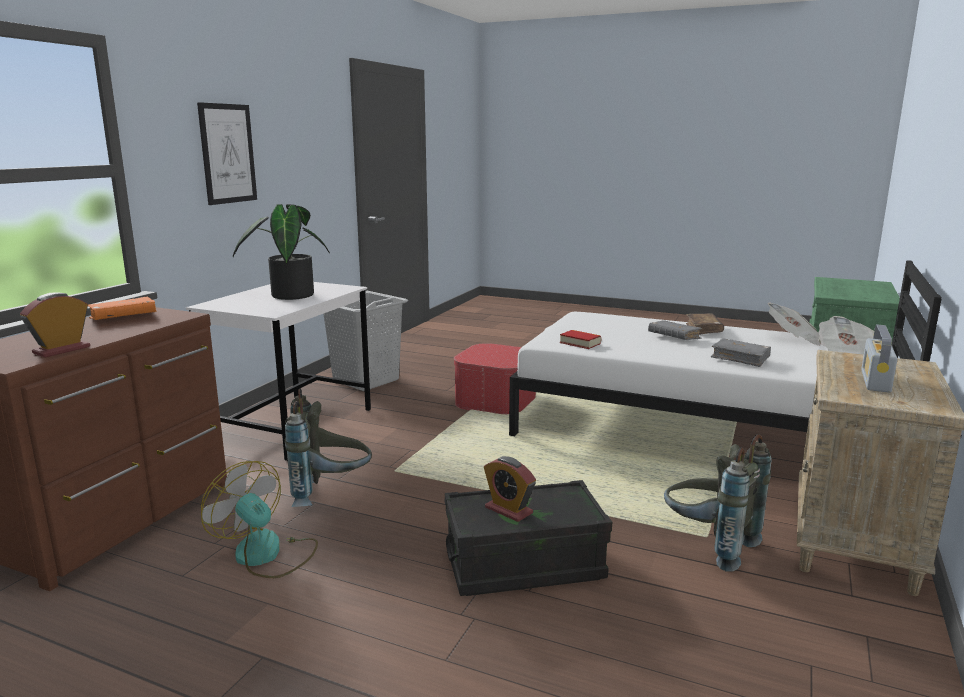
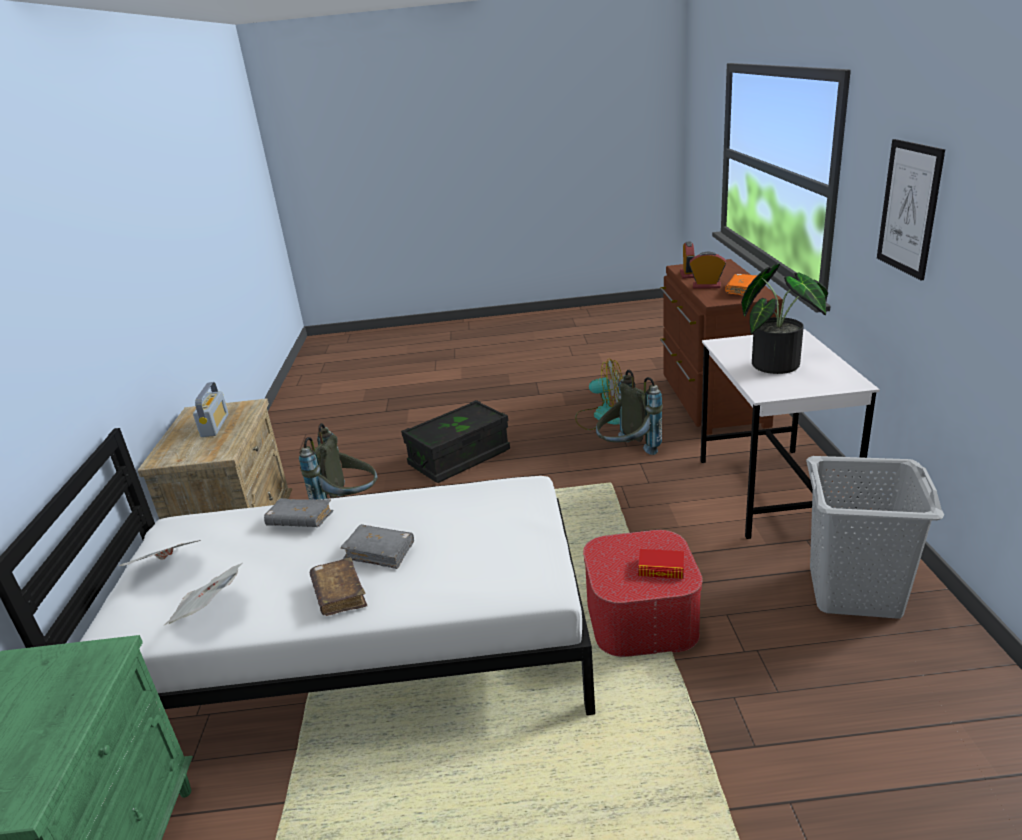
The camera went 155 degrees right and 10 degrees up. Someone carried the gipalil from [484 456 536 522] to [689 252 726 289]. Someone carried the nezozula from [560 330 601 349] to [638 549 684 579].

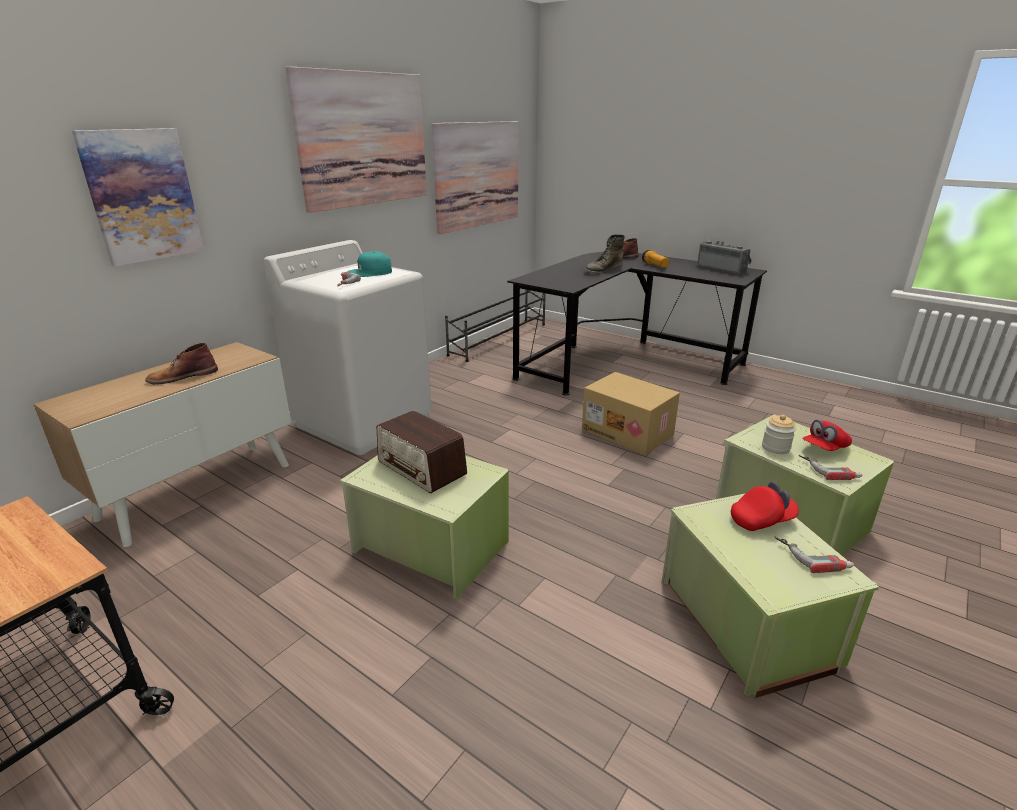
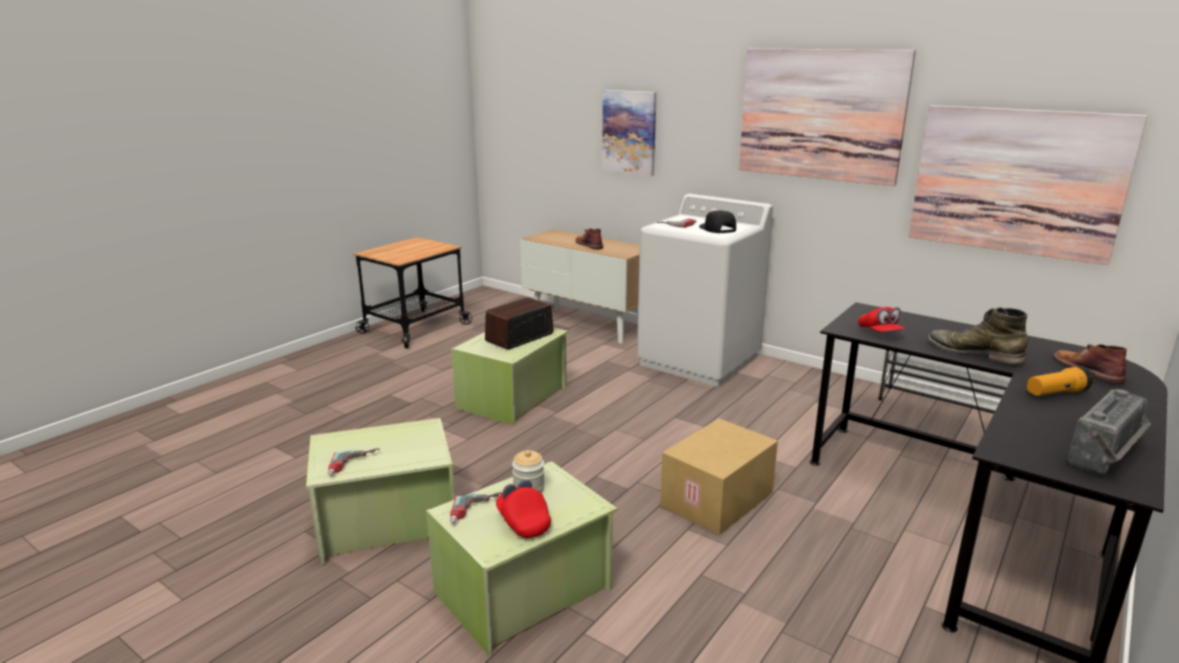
The camera went 90 degrees right and 5 degrees down. Someone repainted the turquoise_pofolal at [347 251 392 277], which became the black_pofolal at [699 211 736 233]. Someone carried the red_pofolal from [731 481 799 531] to [858 307 906 332].

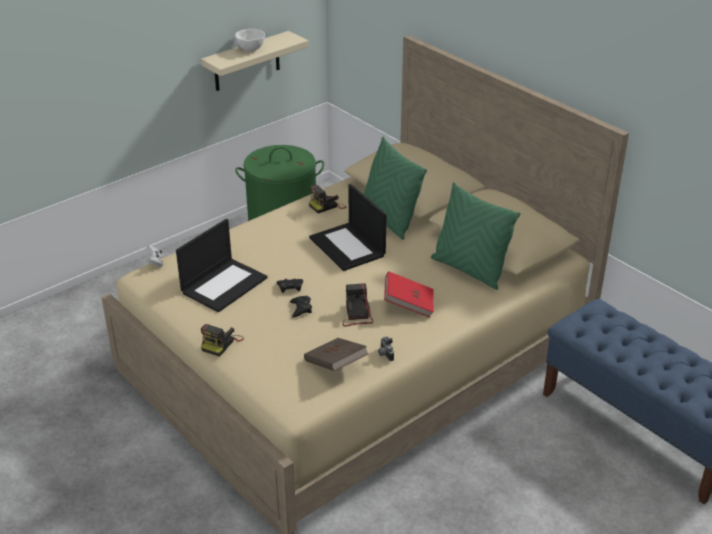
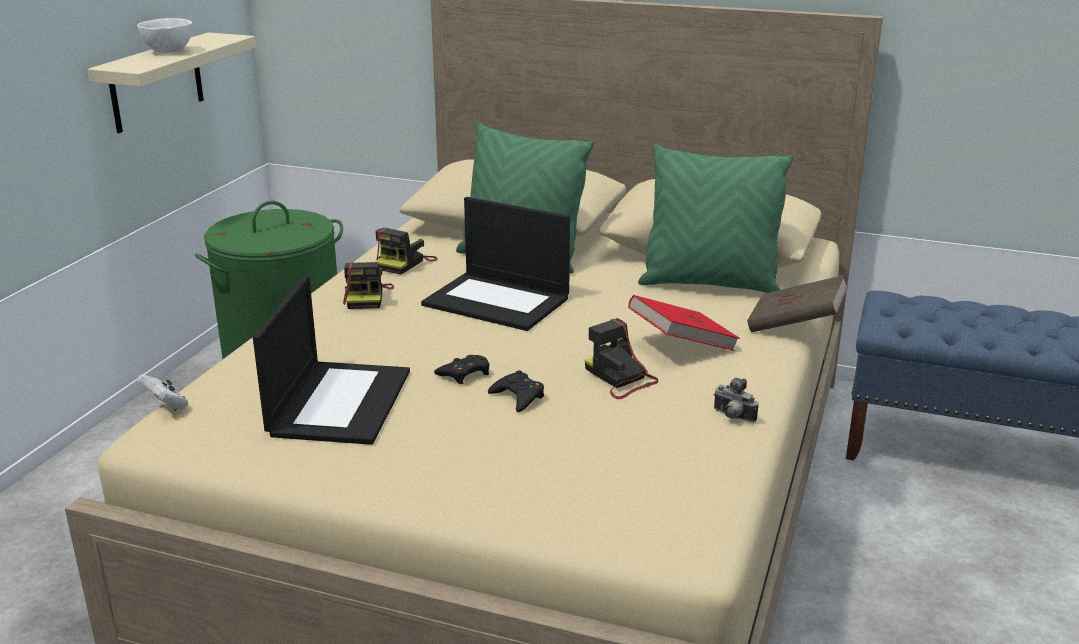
The camera went 30 degrees left and 10 degrees down. Someone carried the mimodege from [201 324 244 356] to [343 262 394 309]. Someone carried the brown_nezozula from [304 338 369 371] to [747 275 848 332].

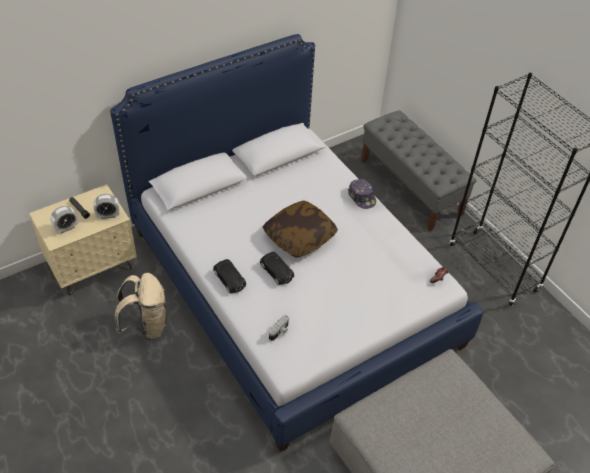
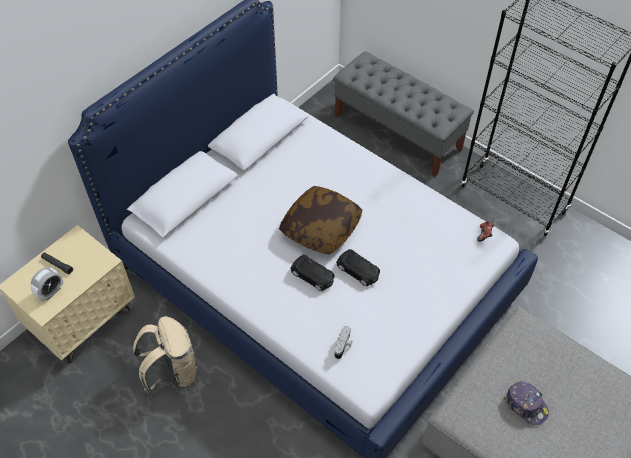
The camera went 15 degrees left and 5 degrees up. Someone took away the gipalil at [94 194 119 219]. Someone carried the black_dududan from [213 259 246 293] to [337 249 380 286]. Someone carried the pofolal from [348 179 376 209] to [504 381 549 425].

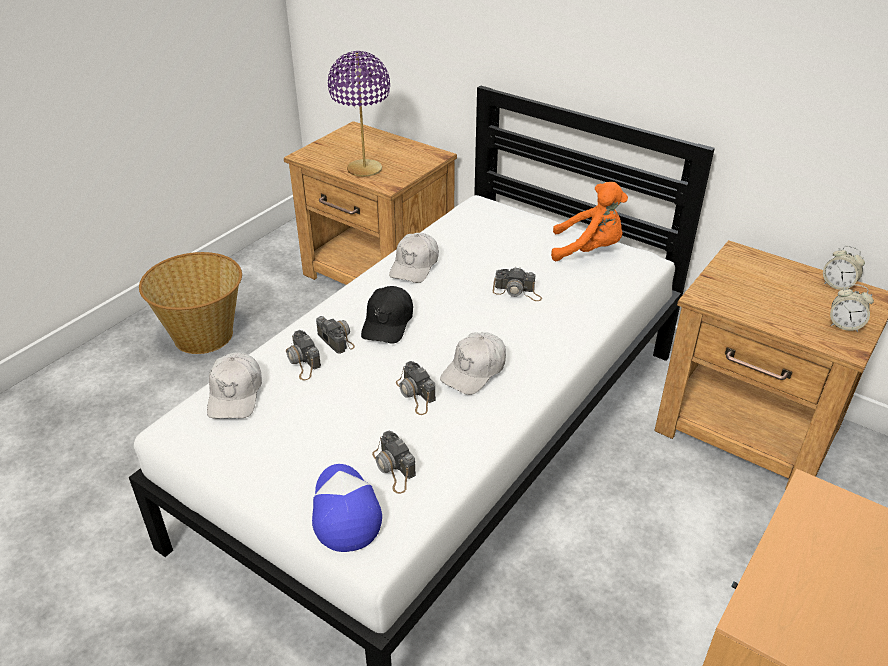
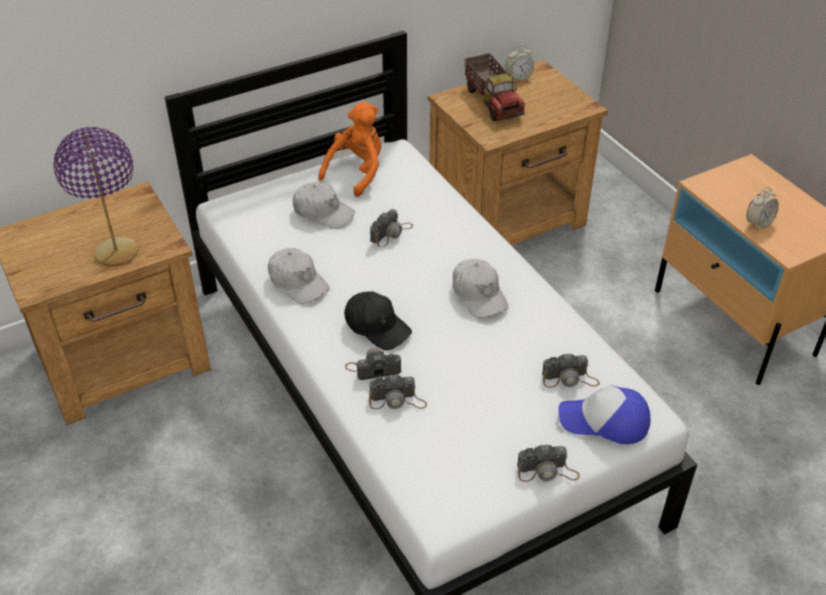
The camera went 65 degrees left and 5 degrees up. Someone took away the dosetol at [139 252 242 354]. Someone carried the white_pofolal from [207 352 262 418] to [293 182 355 229]. Someone carried the mimodege from [396 361 436 415] to [517 445 580 482]. Someone carried the gipalil from [830 284 874 332] to [747 187 779 230]. Someone put down the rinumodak at [465 53 525 121].

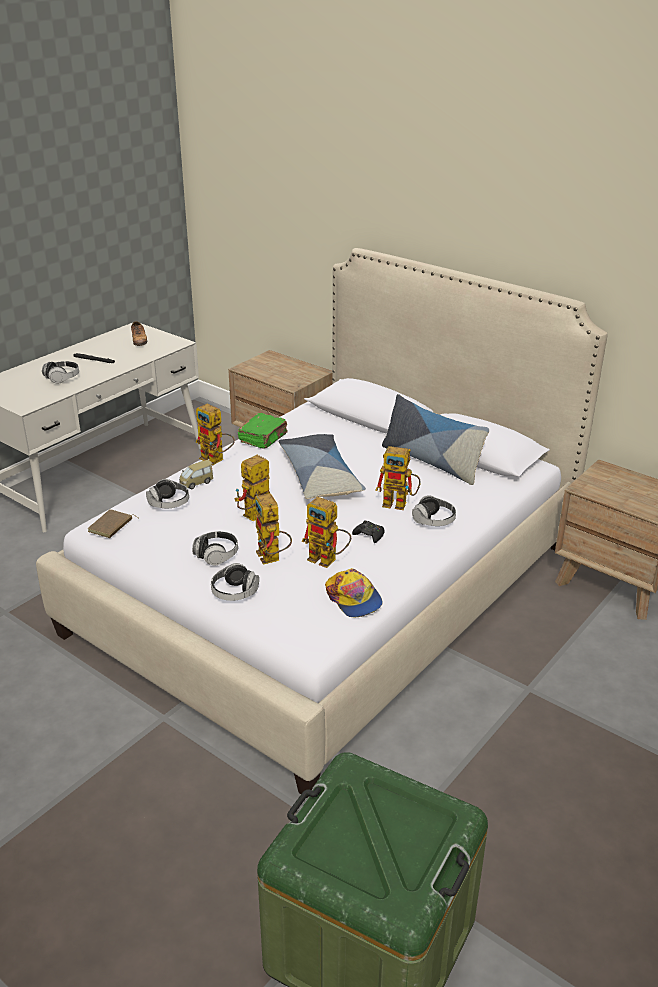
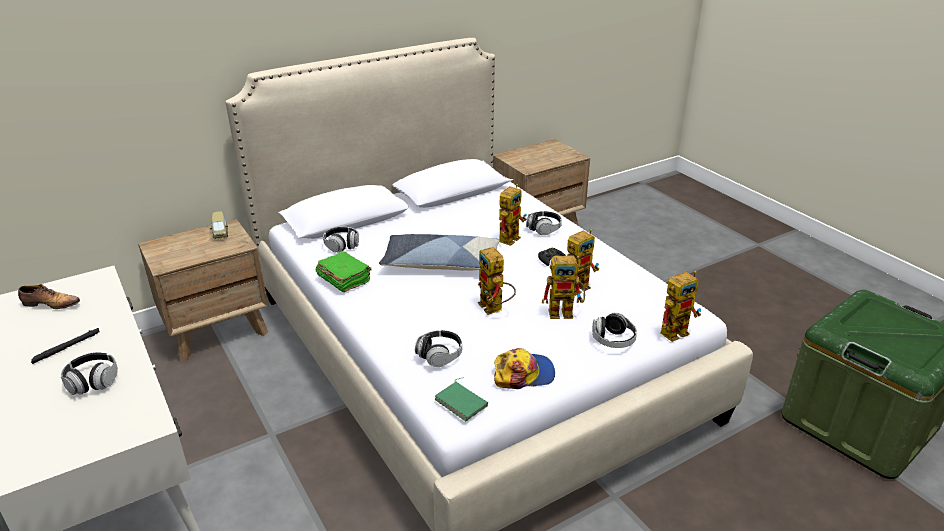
The camera went 70 degrees left and 0 degrees up. Someone repainted the brown_nezozula at [88 509 138 538], which became the green_nezozula at [435 377 488 421]. Someone carried the dududan from [179 460 213 489] to [210 211 228 240]. Someone carried the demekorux from [192 531 238 566] to [323 227 359 252]. Someone carried the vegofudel from [196 404 235 465] to [660 271 701 342]. Someone carried the pofolal from [325 568 383 618] to [494 348 555 389]. Someone took away the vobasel at [382 394 489 485].

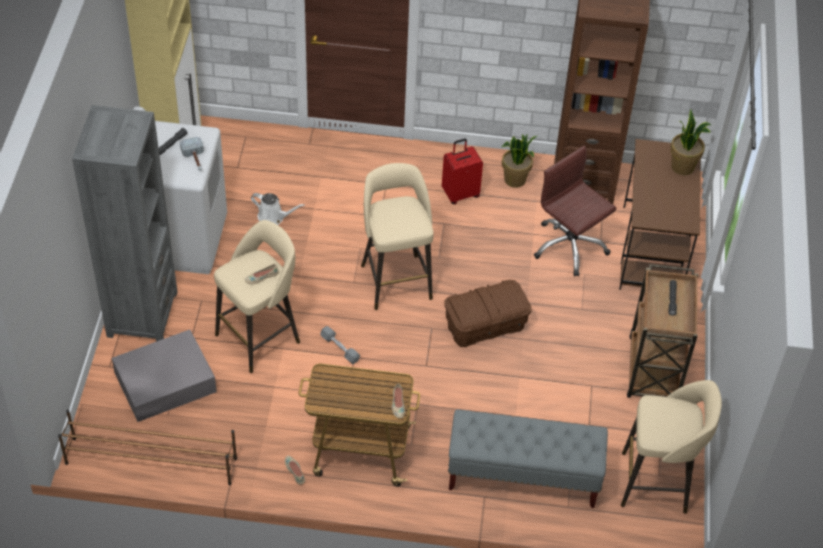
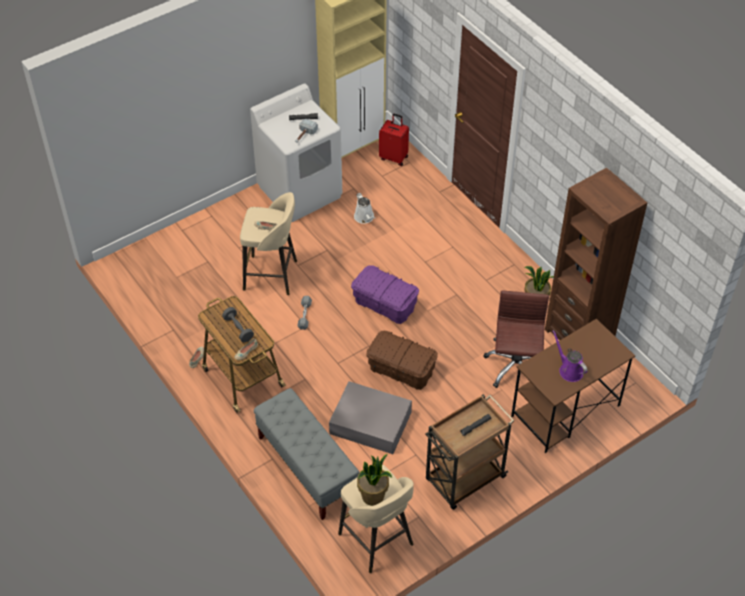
The camera went 50 degrees right and 0 degrees up. Someone took away the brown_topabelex at [58 409 237 485]. Someone took away the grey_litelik at [72 105 177 342]. Someone carried the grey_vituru from [112 330 217 422] to [329 381 412 454]. Someone swapped the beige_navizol at [361 163 434 310] for the purple_vituru at [351 265 419 324]. Someone carried the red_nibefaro from [442 138 483 204] to [379 114 409 166]. Someone carried the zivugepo from [670 110 711 175] to [357 454 392 506]. Someone put down the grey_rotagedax at [222 307 254 342]. Someone put down the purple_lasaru at [553 330 588 382].

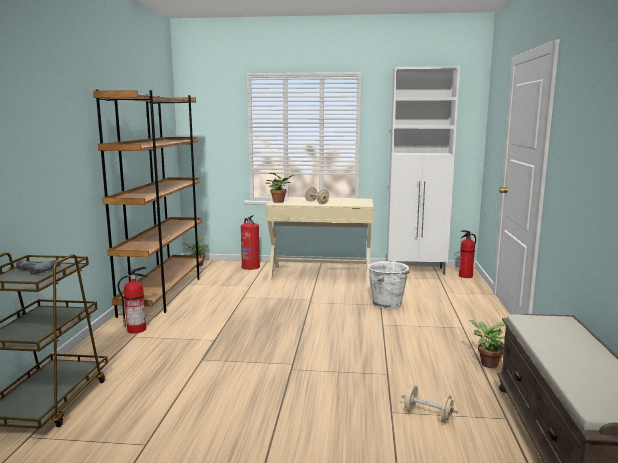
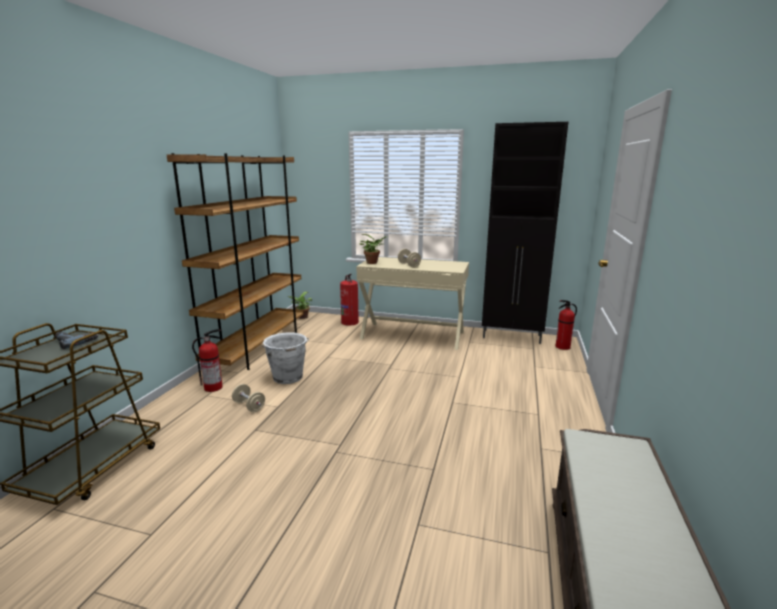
The camera went 10 degrees right and 5 degrees up. Someone carried the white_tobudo from [368 261 410 309] to [262 332 309 384]. Someone repainted the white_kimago at [387 66 460 275], which became the black_kimago at [482 122 568 344]. Someone carried the beige_rotagedax from [401 385 458 423] to [232 384 265 412]. Someone took away the zivugepo at [469 320 506 368].

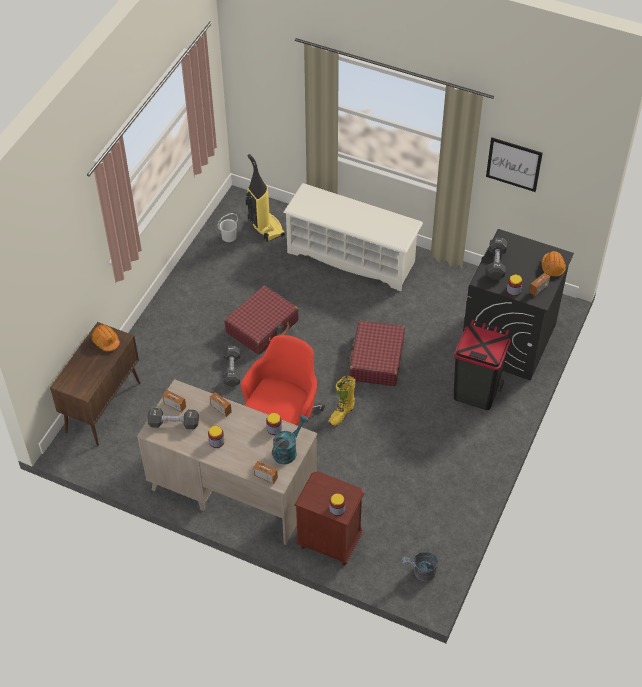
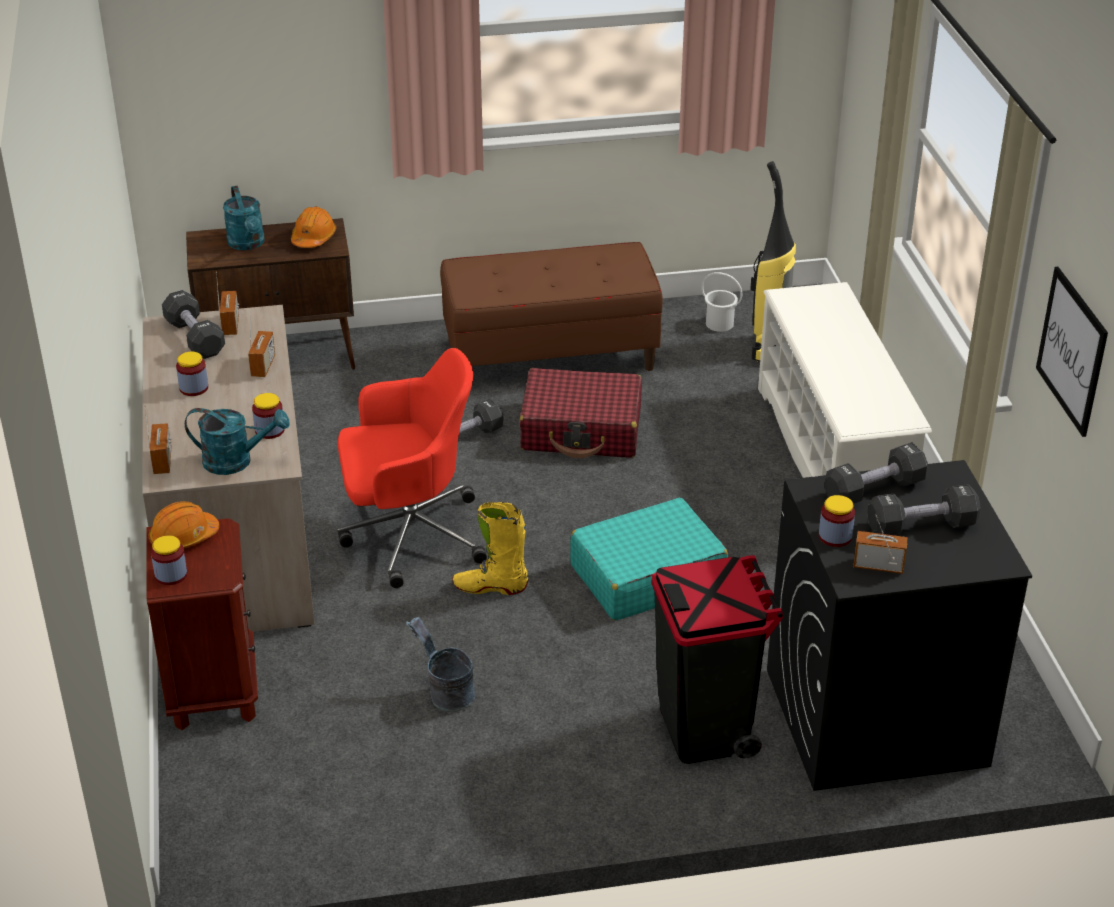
The camera went 55 degrees right and 15 degrees down. Someone repainted the red_nibefaro at [349 321 405 386], which became the turquoise_nibefaro at [570 498 728 621]. Someone carried the grey_tobudo from [402 552 438 582] to [406 617 475 712]. Someone carried the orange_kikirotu from [542 251 566 277] to [149 501 219 548]. Someone put down the turquoise_lasaru at [223 186 265 250]. Someone put down the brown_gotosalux at [440 242 663 371]. Someone put down the black_rotagedax at [867 484 981 535].

